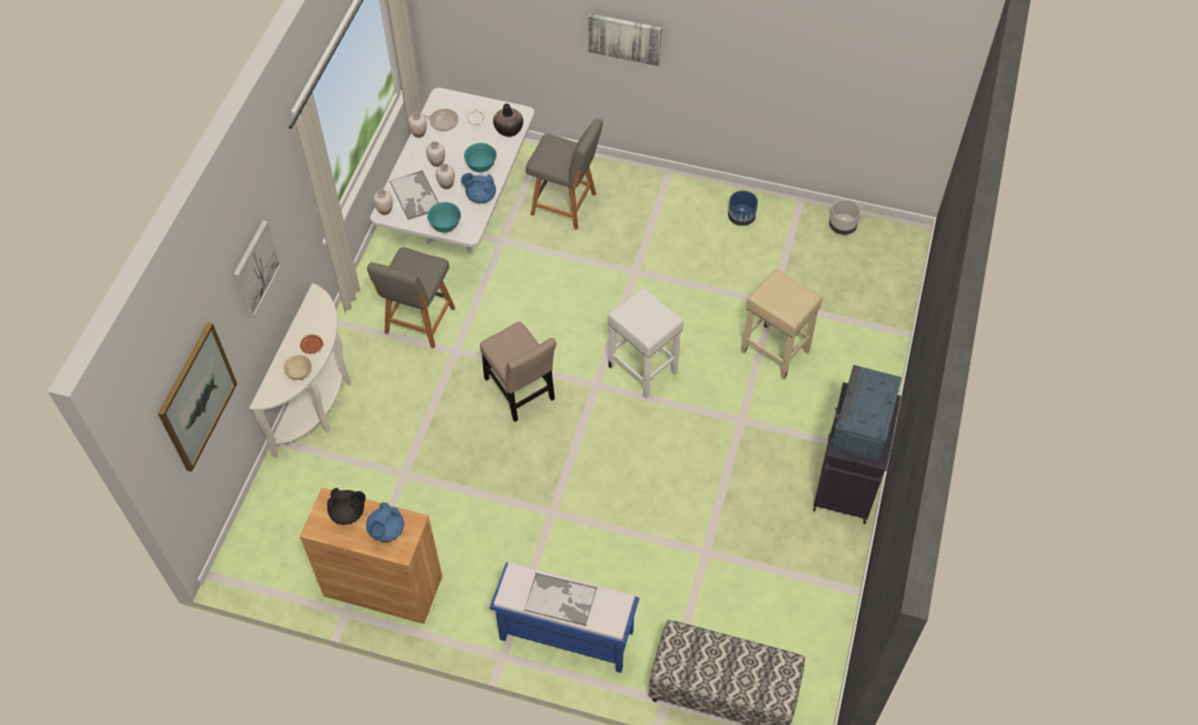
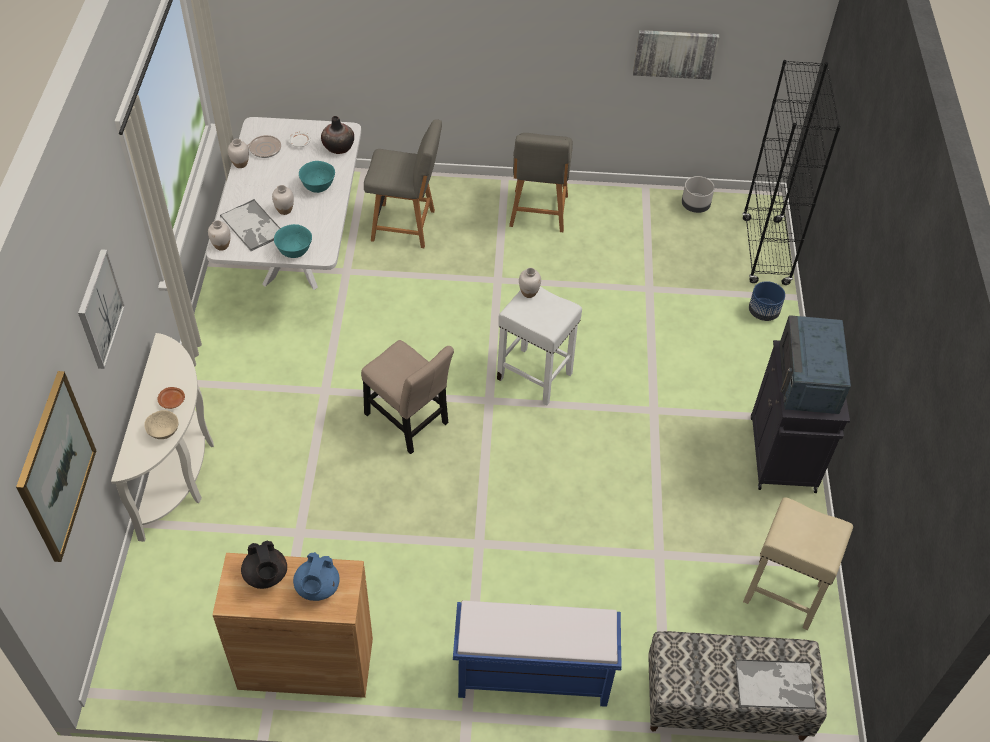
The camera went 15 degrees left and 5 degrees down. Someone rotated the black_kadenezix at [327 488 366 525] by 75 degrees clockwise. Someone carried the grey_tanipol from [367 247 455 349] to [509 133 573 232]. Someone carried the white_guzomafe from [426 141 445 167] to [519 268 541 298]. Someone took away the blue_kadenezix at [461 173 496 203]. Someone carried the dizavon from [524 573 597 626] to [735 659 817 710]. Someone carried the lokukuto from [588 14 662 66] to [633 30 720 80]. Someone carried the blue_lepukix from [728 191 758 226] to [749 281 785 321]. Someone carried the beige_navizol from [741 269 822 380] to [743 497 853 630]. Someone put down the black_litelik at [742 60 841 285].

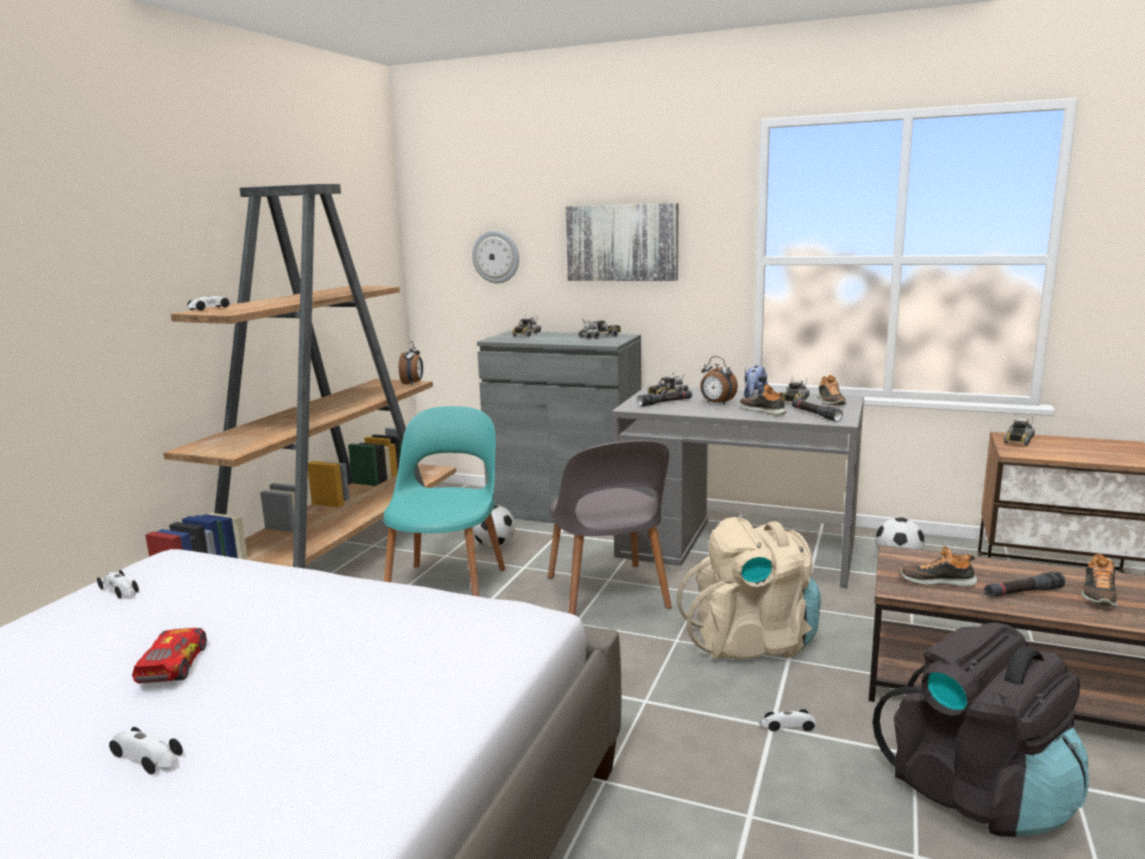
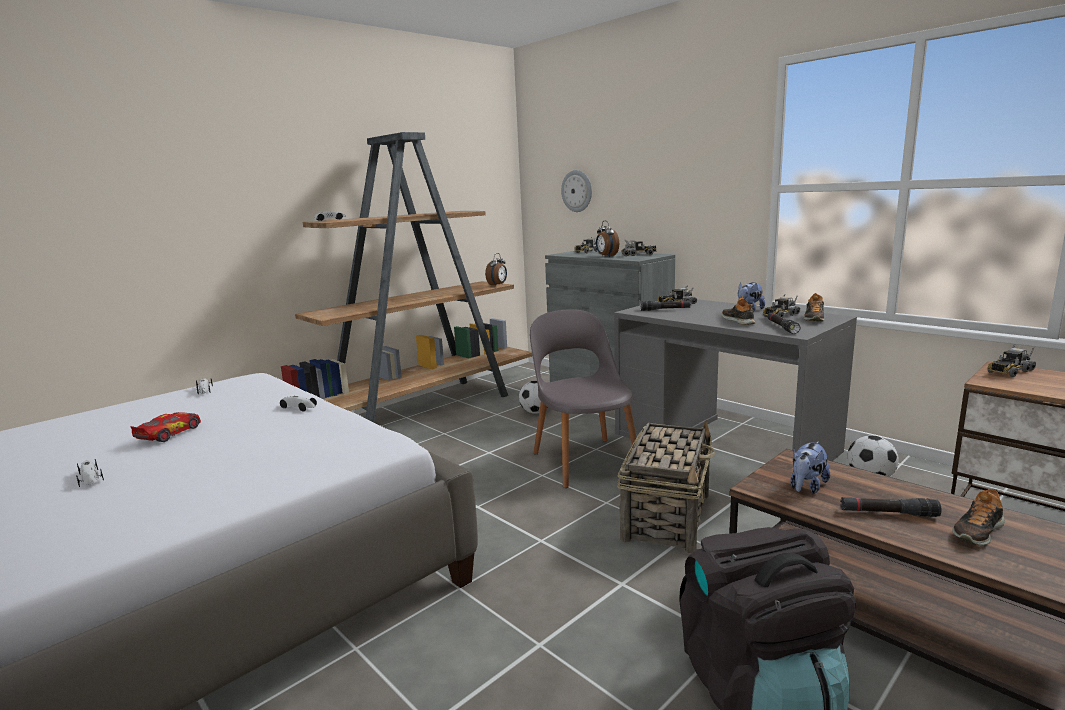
The camera went 25 degrees right and 0 degrees up. Someone took away the turquoise_tanipol at [383 406 506 597]. Someone rotated the grey_tanipol at [548 440 672 615] by 150 degrees clockwise. Someone took away the lokukuto at [565 203 678 281]. Someone swapped the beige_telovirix at [677 517 821 659] for the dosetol at [617 421 715 554]. Someone carried the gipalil from [700 356 738 405] to [596 221 619 257]. Someone carried the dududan from [759 709 817 731] to [280 396 317 412]. Someone swapped the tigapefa at [899 546 977 587] for the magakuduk at [790 441 830 494].

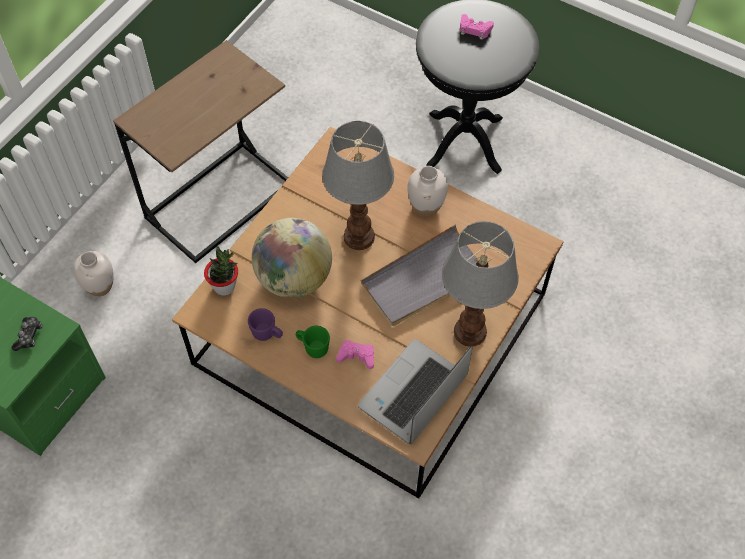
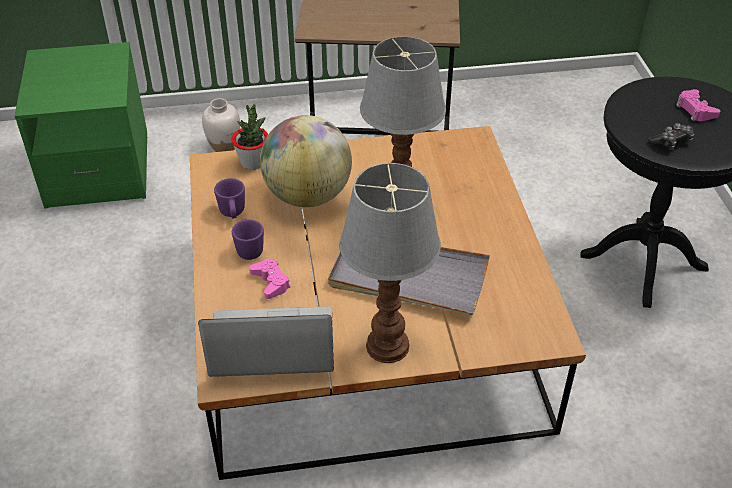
The camera went 50 degrees right and 15 degrees down. Someone carried the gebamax from [12 317 42 351] to [648 123 694 150]. Someone repainted the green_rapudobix at [296 326 330 358], which became the purple_rapudobix at [232 219 264 260]. Someone took away the white_guzomafe at [408 166 448 217].

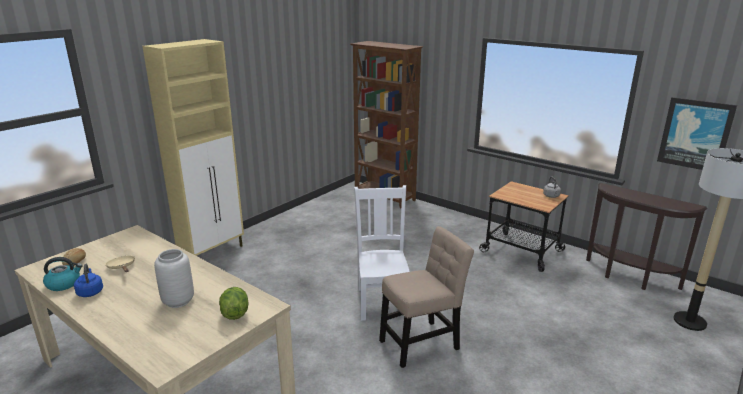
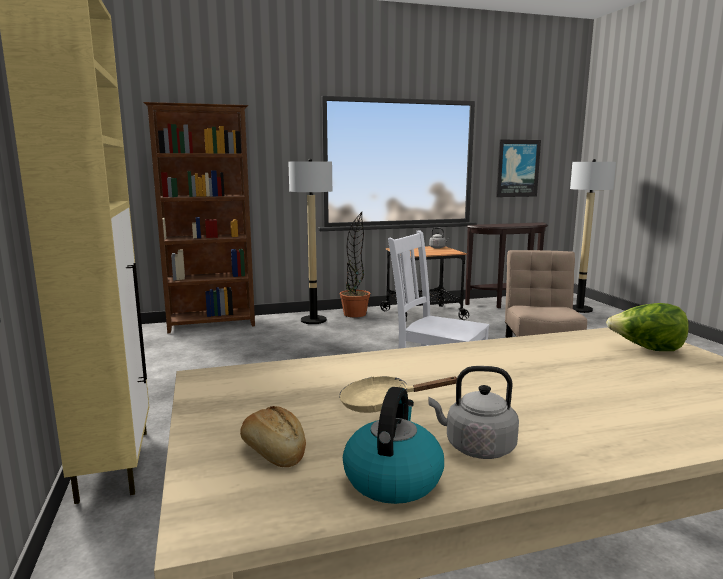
The camera went 55 degrees left and 10 degrees down. Someone repainted the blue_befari at [74 264 103 297], which became the grey_befari at [428 366 519 459]. Someone took away the grey_guzomafe at [154 249 194 308]. Someone put down the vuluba at [288 159 332 324]. Someone put down the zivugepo at [340 212 370 318].

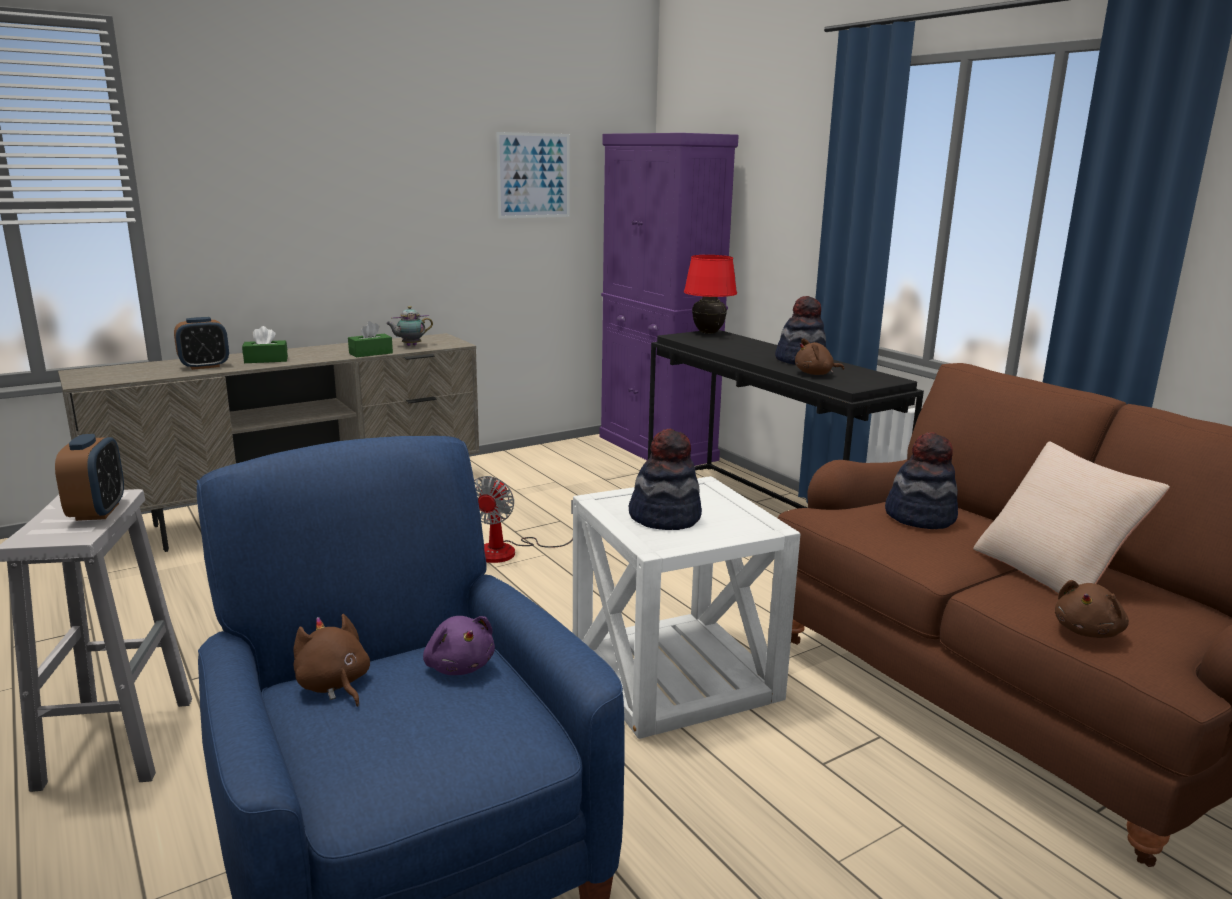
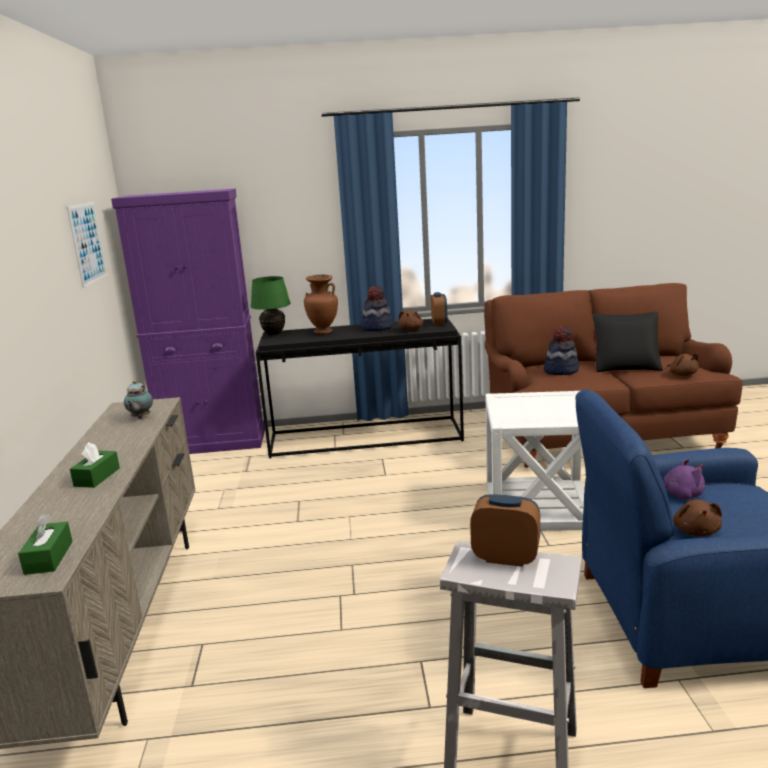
The camera went 60 degrees left and 0 degrees up. Someone carried the gipalil from [174 317 229 370] to [431 292 447 325]. Someone rotated the brown_magakuduk at [294 614 370 707] by 75 degrees counterclockwise. Someone carried the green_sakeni from [348 321 393 357] to [18 514 73 575]. Someone took away the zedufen at [474 476 573 563]. Someone took away the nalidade at [629 429 702 530]. Someone repainted the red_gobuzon at [684 255 737 334], which became the green_gobuzon at [251 276 291 335]. Someone repainted the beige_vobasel at [973 441 1170 594], which became the black_vobasel at [592 312 663 372]. Someone put down the brown_guzomafe at [304 275 338 334].

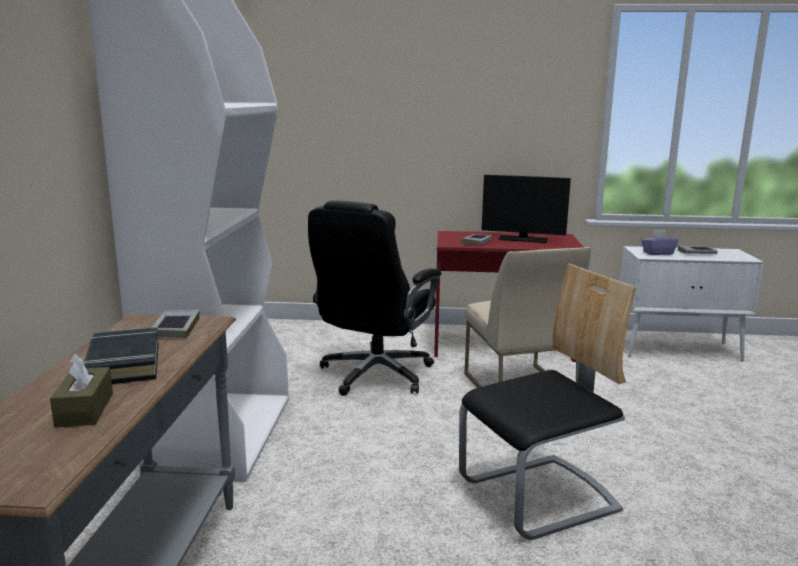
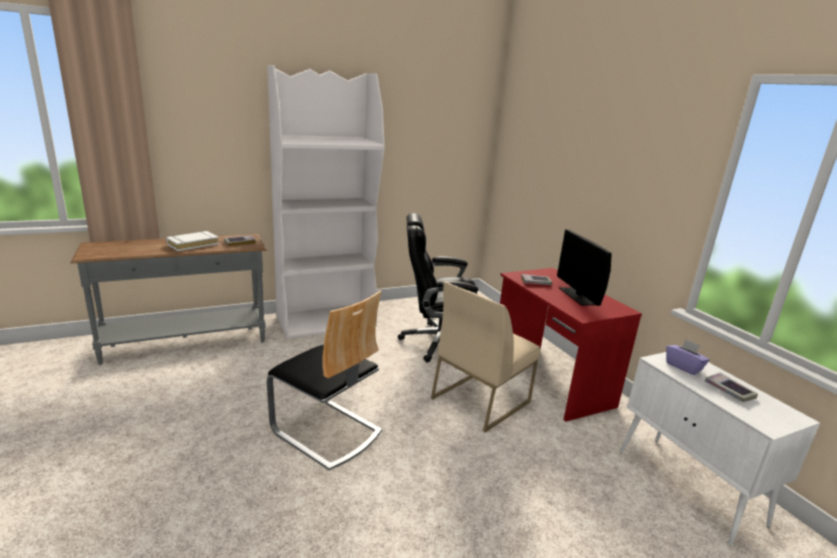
The camera went 60 degrees right and 5 degrees up. Someone took away the brown_sakeni at [50 353 113 428]. Someone repainted the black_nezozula at [83 327 159 384], which became the white_nezozula at [166 231 219 251].

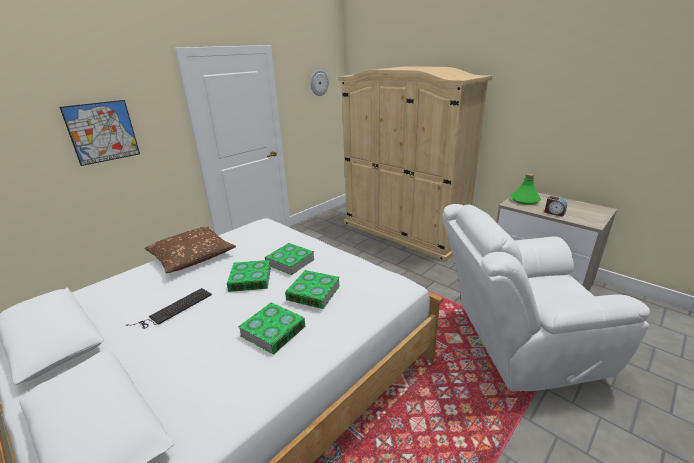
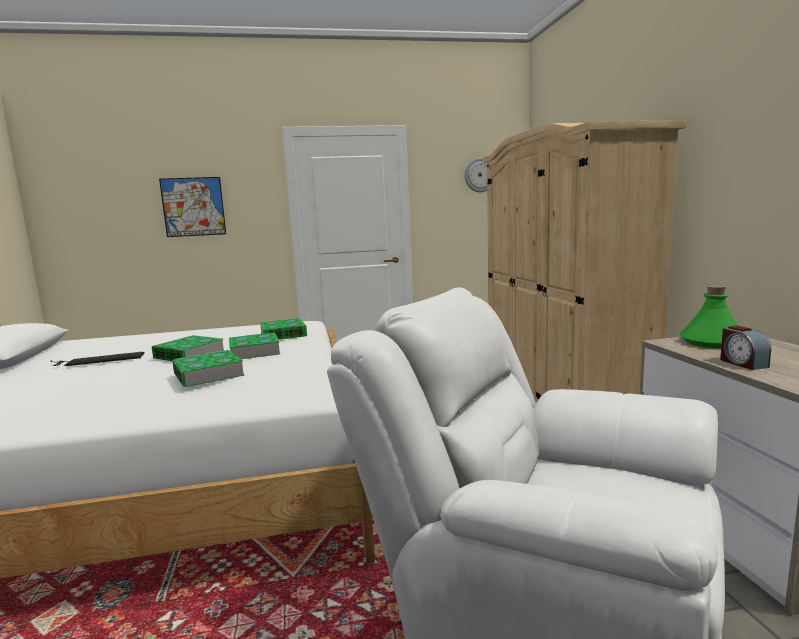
The camera went 35 degrees right and 15 degrees down. Someone took away the brown_vobasel at [144 227 236 273]. Someone carried the nezozula from [238 302 306 354] to [260 318 307 340].

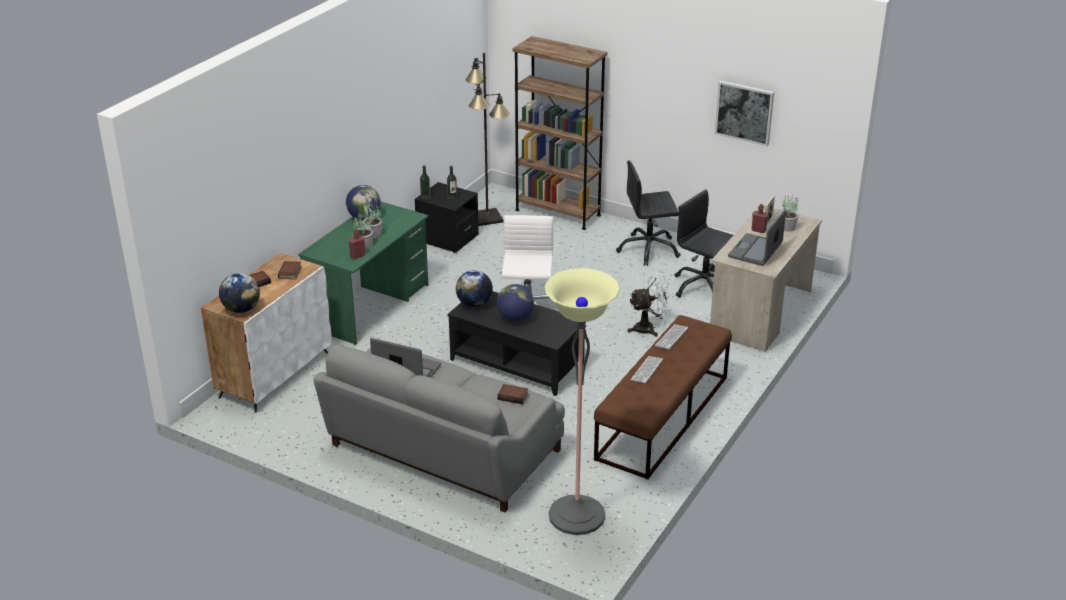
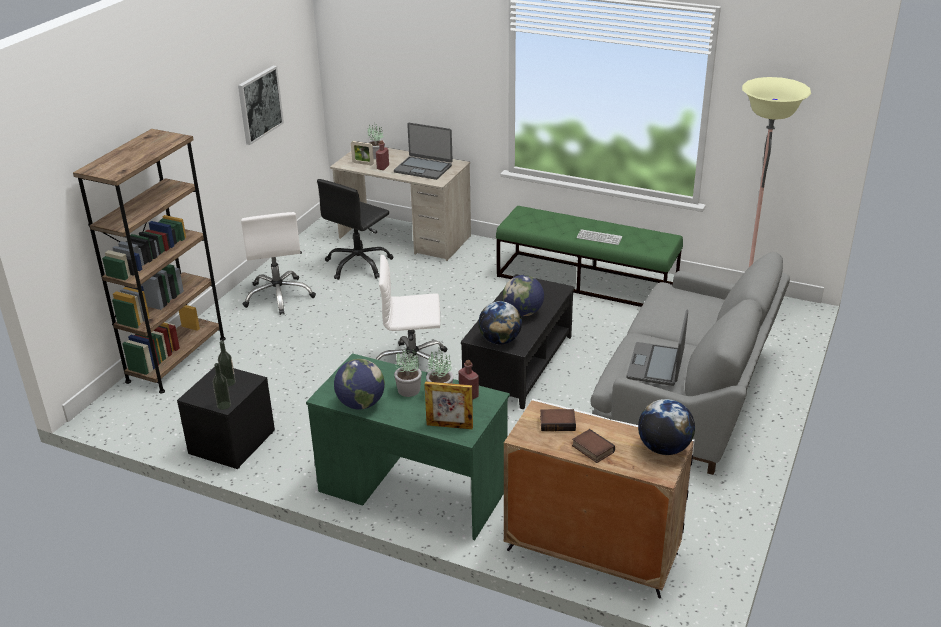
The camera went 95 degrees left and 0 degrees up. Someone took away the black_vuluba at [465 53 510 226]. Someone took away the nezozula at [497 384 528 404]. Someone repainted the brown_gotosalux at [594 315 732 480], which became the green_gotosalux at [496 206 683 307]. Someone repainted the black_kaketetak at [616 161 681 266], which became the white_kaketetak at [241 212 316 315]. Someone took away the white_zedufen at [628 276 672 337]. Someone took away the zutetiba at [655 324 688 350]. Someone put down the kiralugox at [425 381 473 429].

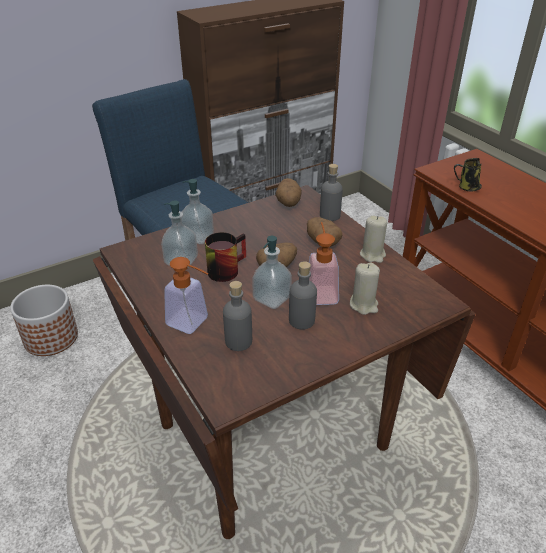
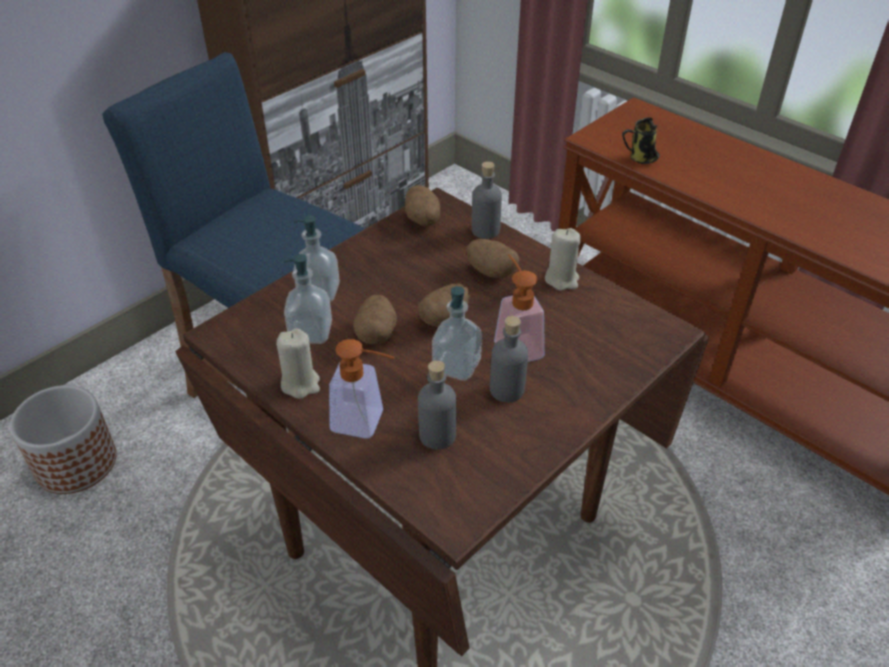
The camera went 15 degrees left and 5 degrees up. Someone swapped the rapudobix at [205 232 246 282] for the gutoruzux at [353 295 397 344]. Someone carried the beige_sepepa from [350 262 380 315] to [276 328 320 399].

